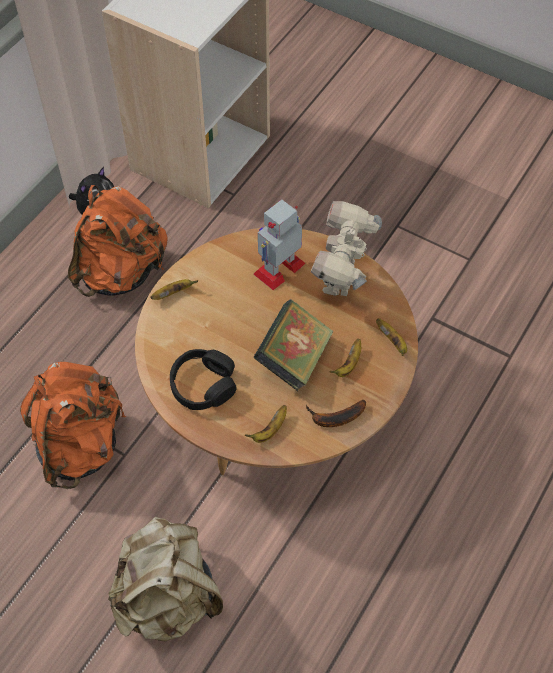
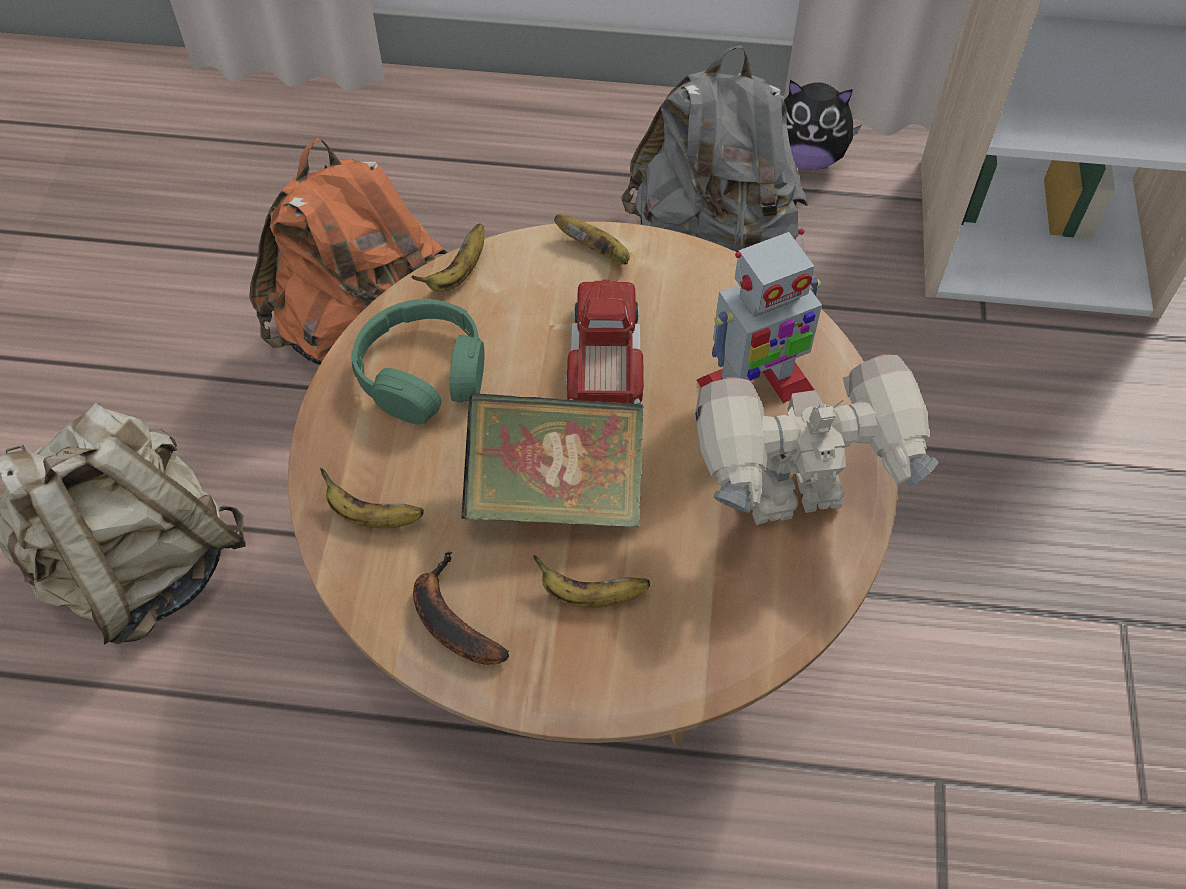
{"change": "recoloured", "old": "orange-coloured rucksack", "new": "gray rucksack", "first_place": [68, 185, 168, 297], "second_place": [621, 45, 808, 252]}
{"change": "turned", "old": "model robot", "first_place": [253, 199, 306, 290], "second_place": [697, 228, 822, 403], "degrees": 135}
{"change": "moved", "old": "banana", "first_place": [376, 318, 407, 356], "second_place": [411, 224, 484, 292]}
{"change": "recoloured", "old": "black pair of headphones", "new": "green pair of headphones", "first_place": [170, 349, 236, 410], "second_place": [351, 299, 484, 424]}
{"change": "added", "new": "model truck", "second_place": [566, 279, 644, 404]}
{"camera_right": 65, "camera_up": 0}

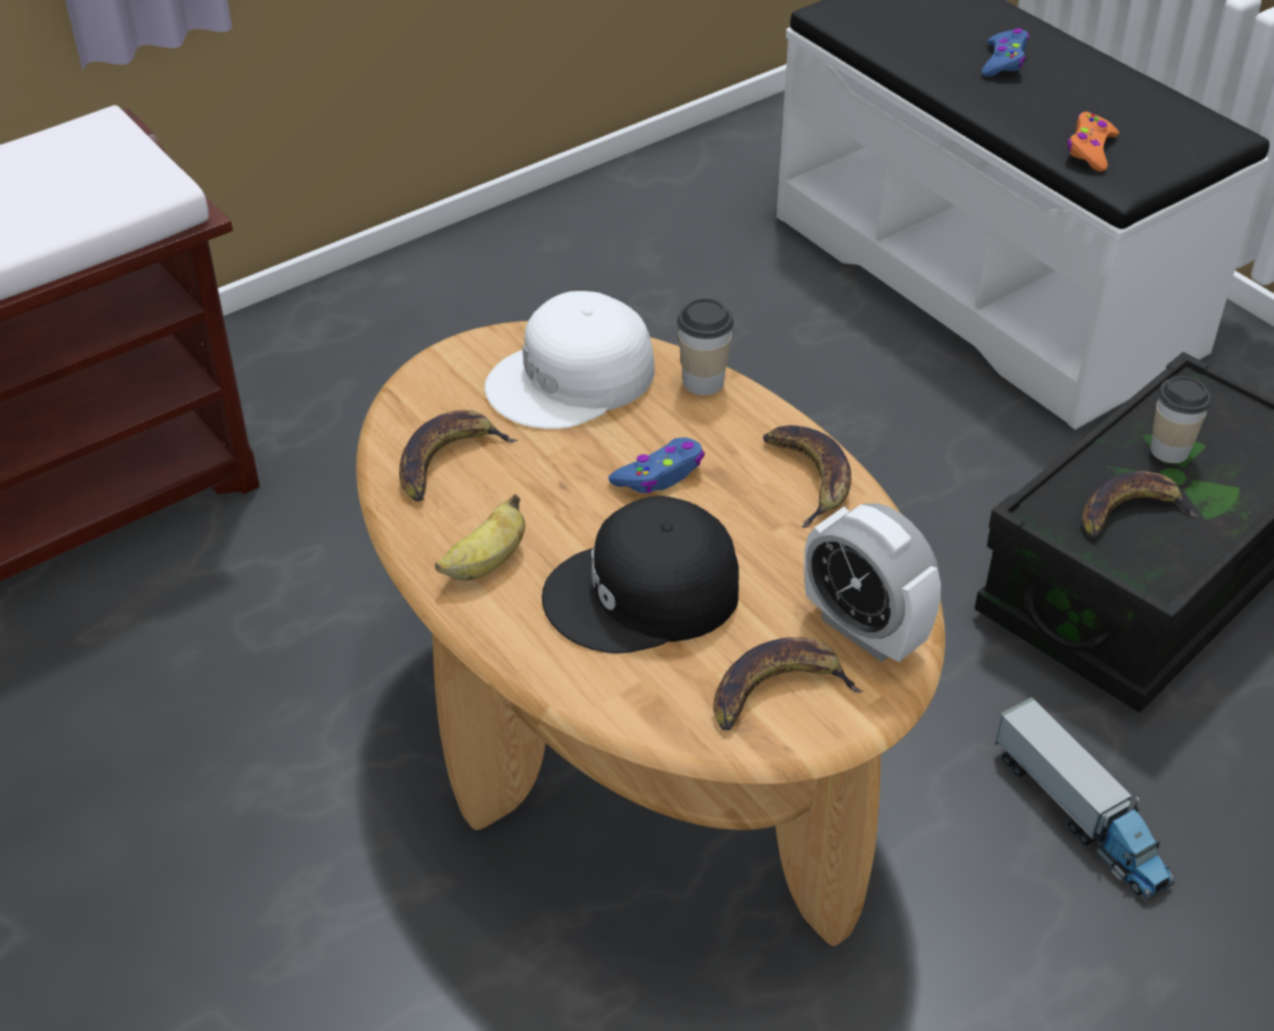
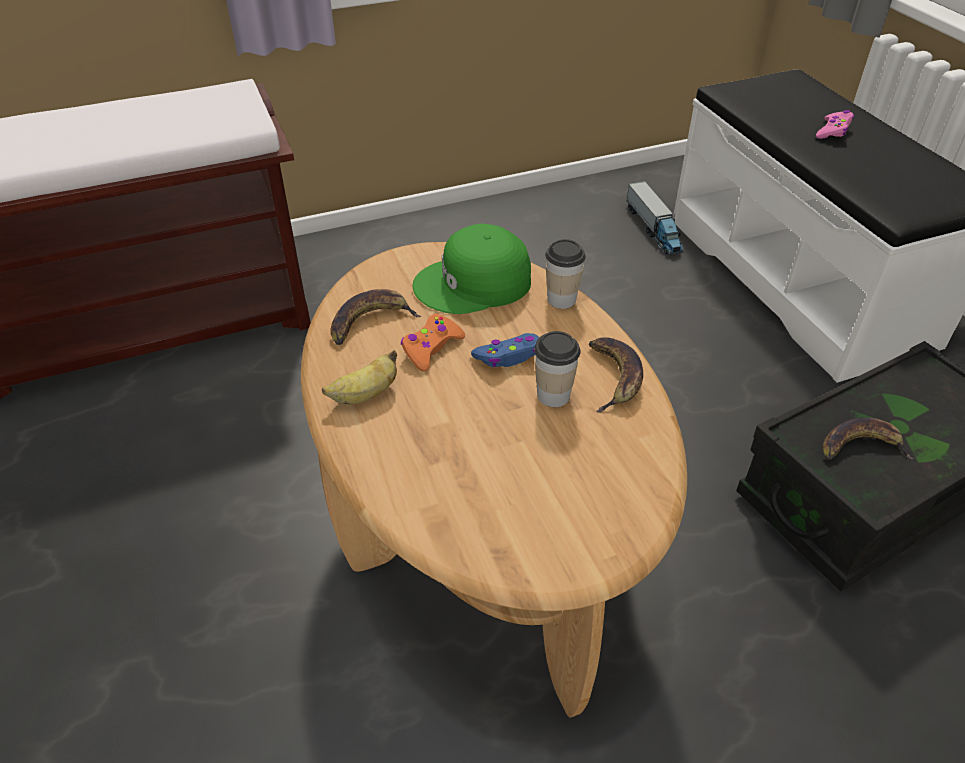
{"change": "recoloured", "old": "blue-coloured joypad", "new": "pink-coloured joypad", "first_place": [982, 28, 1029, 77], "second_place": [816, 110, 854, 139]}
{"change": "moved", "old": "orange-coloured joypad", "first_place": [1067, 112, 1119, 172], "second_place": [401, 314, 465, 372]}
{"change": "recoloured", "old": "white cap", "new": "green cap", "first_place": [485, 291, 654, 429], "second_place": [412, 224, 531, 314]}
{"change": "moved", "old": "drinking cup", "first_place": [1150, 376, 1211, 463], "second_place": [534, 331, 581, 407]}
{"change": "removed", "old": "black cap", "first_place": [542, 496, 739, 654]}
{"change": "removed", "old": "alarm clock", "first_place": [804, 503, 941, 662]}
{"change": "removed", "old": "banana", "first_place": [713, 637, 863, 731]}
{"change": "moved", "old": "model truck", "first_place": [995, 697, 1175, 901], "second_place": [627, 181, 684, 255]}
{"camera_right": 15, "camera_up": 0}

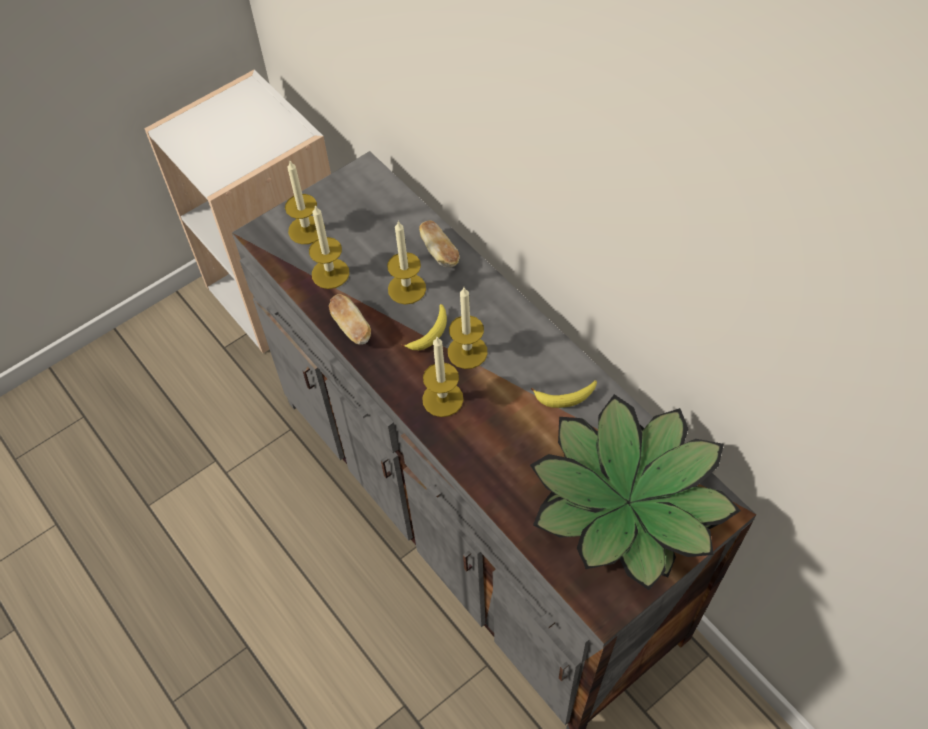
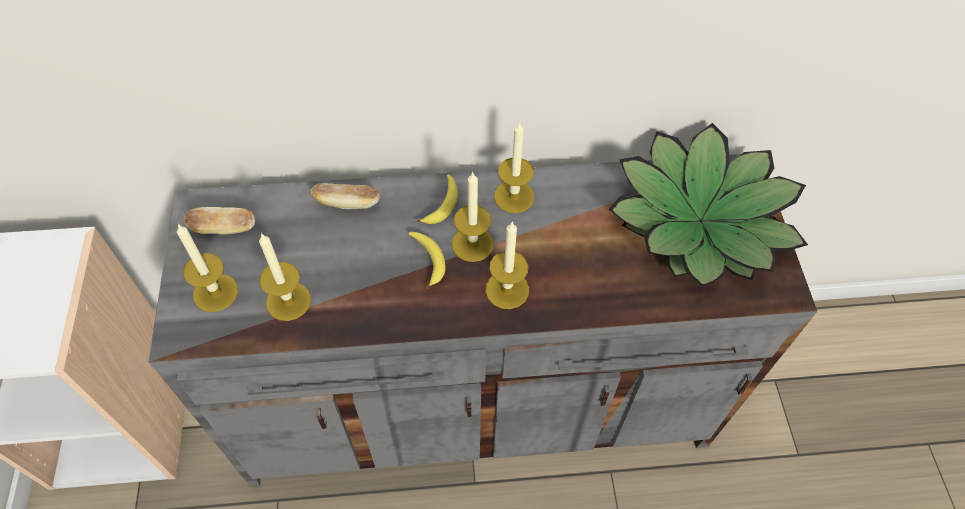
{"change": "moved", "old": "wax light", "first_place": [387, 220, 426, 304], "second_place": [494, 121, 534, 213]}
{"change": "moved", "old": "baked bread", "first_place": [329, 294, 371, 345], "second_place": [184, 207, 255, 235]}
{"change": "moved", "old": "banana", "first_place": [531, 380, 597, 408], "second_place": [417, 174, 458, 224]}
{"camera_right": -60, "camera_up": 0}

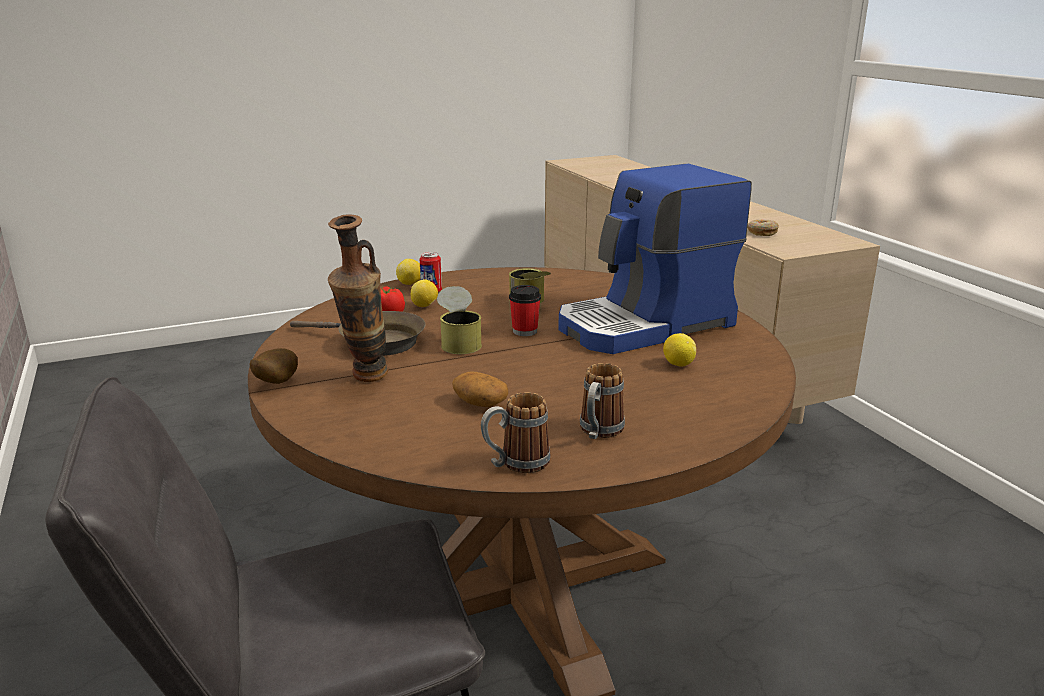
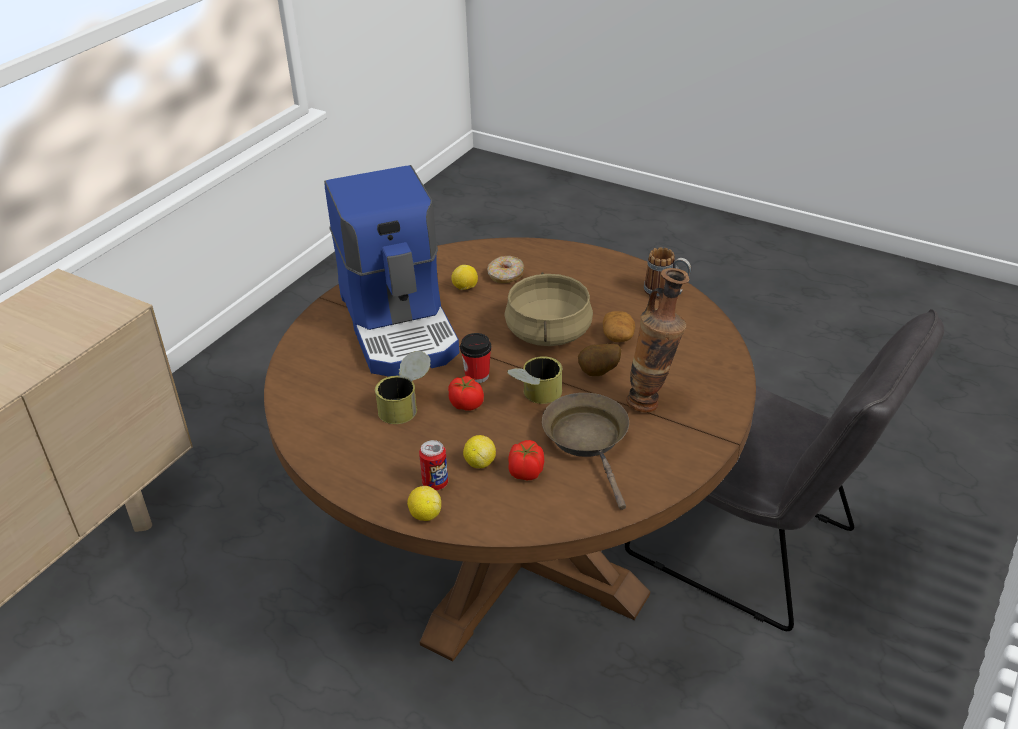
{"change": "turned", "old": "coffee machine", "first_place": [558, 164, 752, 354], "second_place": [324, 165, 459, 377], "degrees": 45}
{"change": "moved", "old": "doughnut", "first_place": [747, 219, 779, 236], "second_place": [487, 256, 524, 283]}
{"change": "moved", "old": "whole potato", "first_place": [250, 348, 298, 384], "second_place": [578, 343, 622, 376]}
{"change": "removed", "old": "tea mug", "first_place": [580, 363, 625, 439]}
{"change": "added", "new": "beige stockpot", "second_place": [504, 272, 593, 346]}
{"change": "added", "new": "whole tomato", "second_place": [448, 376, 484, 411]}
{"camera_right": -125, "camera_up": 15}

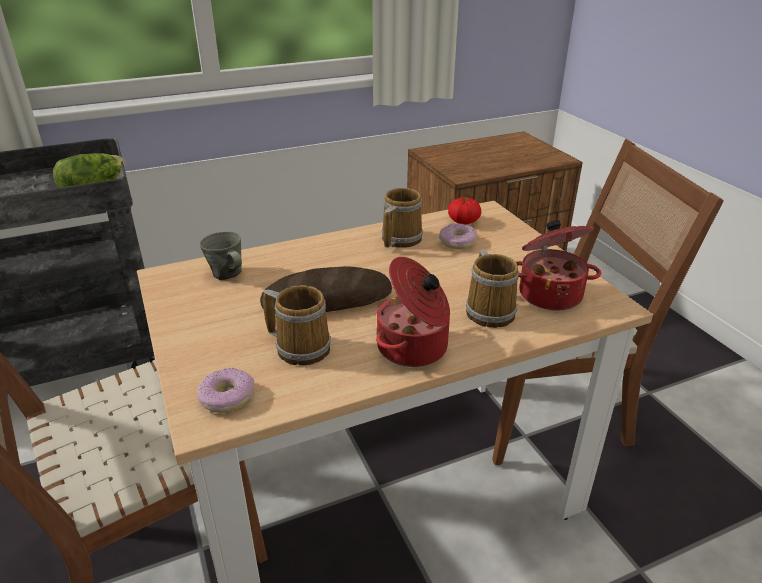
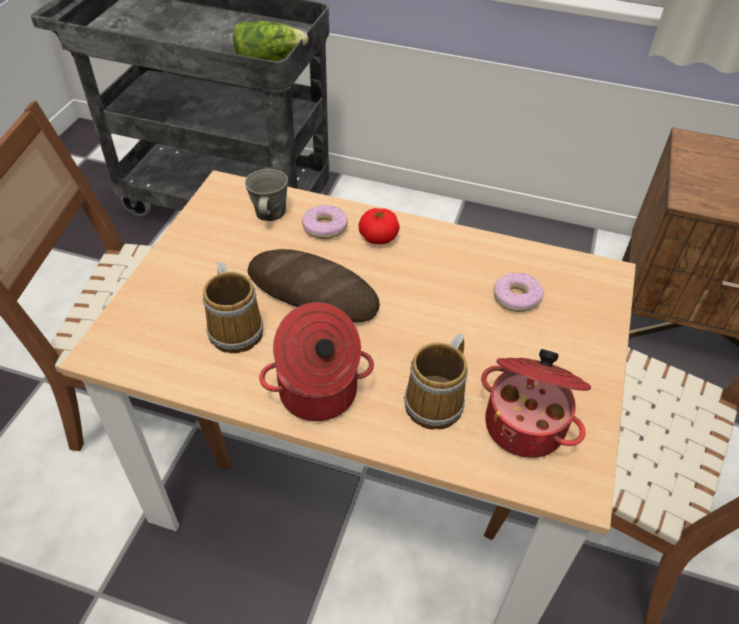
{"change": "removed", "old": "tea mug", "first_place": [381, 188, 423, 248]}
{"change": "moved", "old": "whole tomato", "first_place": [448, 197, 481, 224], "second_place": [359, 208, 400, 244]}
{"change": "moved", "old": "doughnut", "first_place": [197, 368, 254, 413], "second_place": [302, 205, 348, 239]}
{"camera_right": 40, "camera_up": 15}

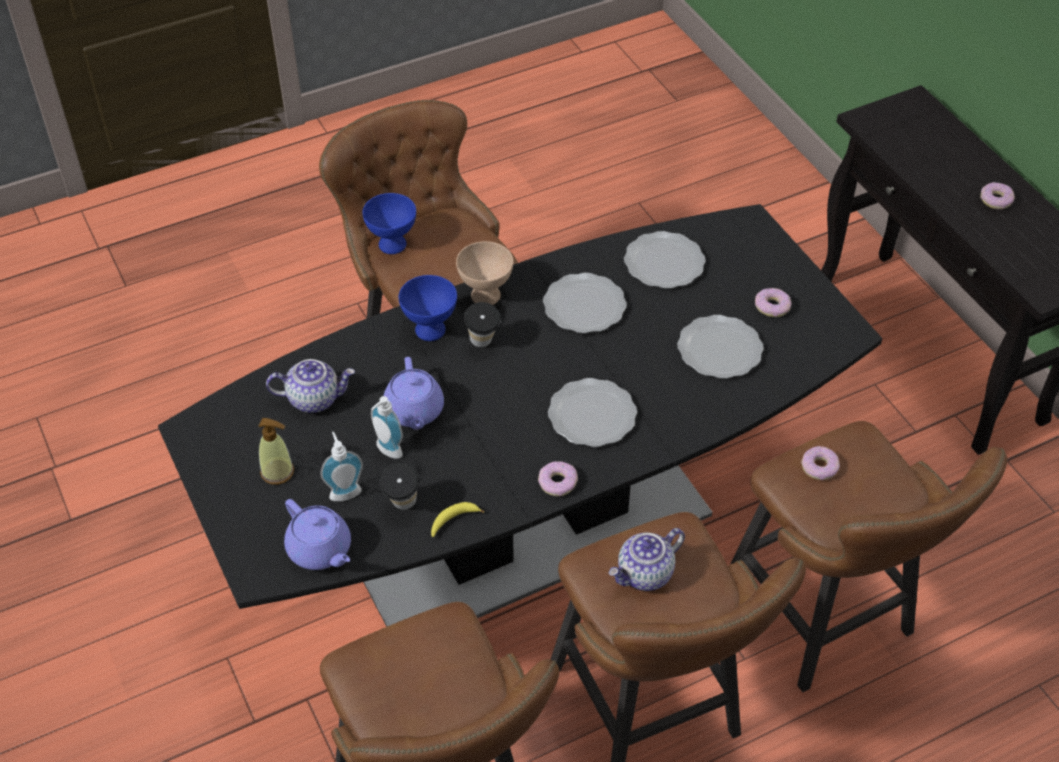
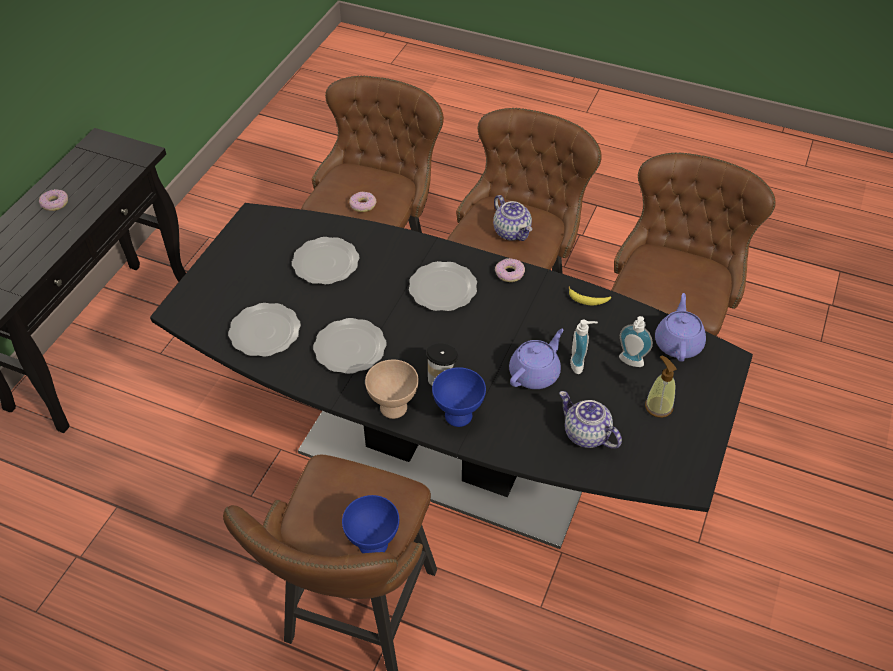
{"change": "removed", "old": "doughnut", "first_place": [755, 288, 791, 317]}
{"change": "removed", "old": "drinking cup", "first_place": [379, 463, 420, 510]}
{"change": "turned", "old": "tea pot", "first_place": [609, 528, 685, 591], "second_place": [493, 195, 532, 241], "degrees": 45}
{"camera_right": -130, "camera_up": 0}

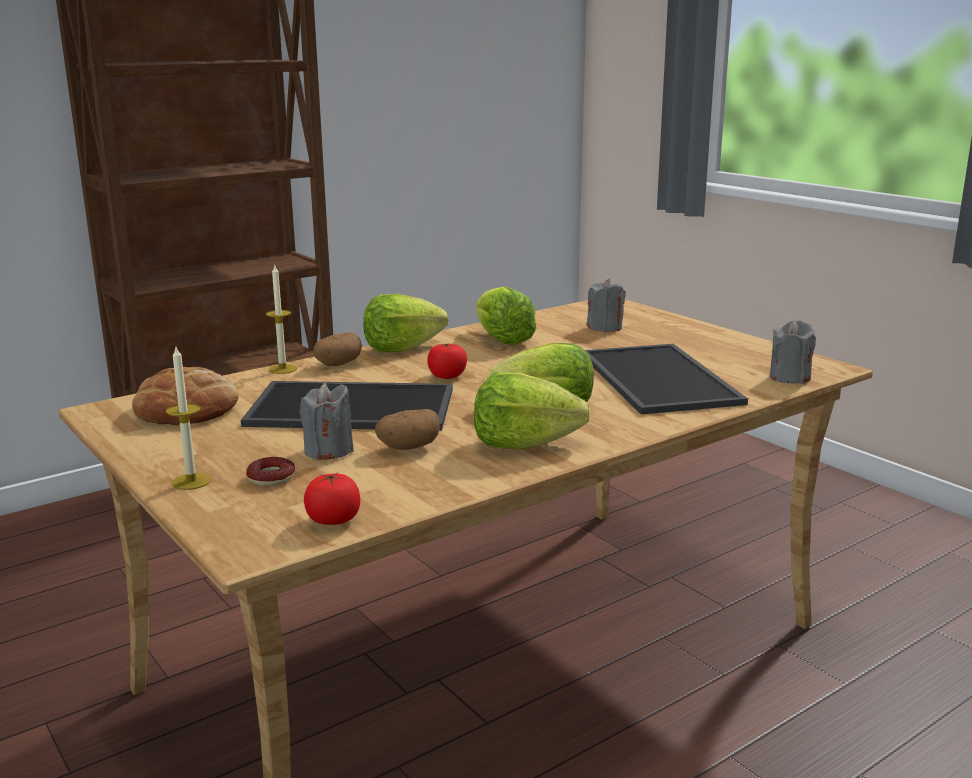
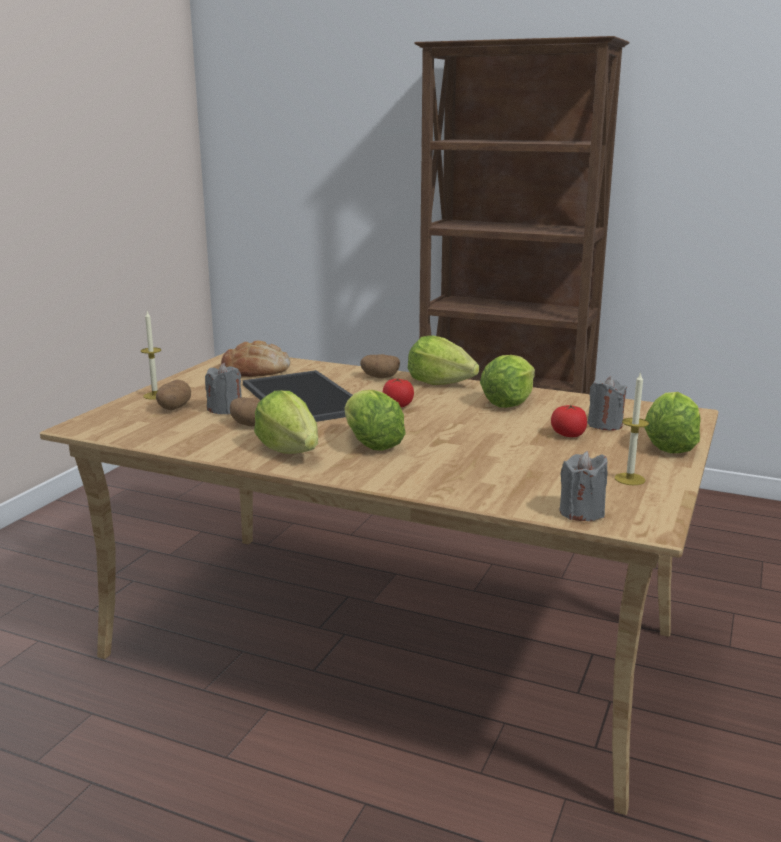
{"change": "moved", "old": "wax light", "first_place": [266, 265, 297, 374], "second_place": [615, 372, 649, 485]}
{"change": "removed", "old": "serving tray", "first_place": [585, 344, 748, 414]}
{"change": "replaced", "old": "doughnut", "new": "whole potato", "first_place": [246, 457, 295, 486], "second_place": [156, 380, 191, 411]}
{"change": "moved", "old": "whole tomato", "first_place": [304, 472, 360, 525], "second_place": [551, 405, 587, 437]}
{"change": "added", "new": "lettuce", "second_place": [644, 392, 701, 453]}
{"camera_right": 60, "camera_up": 0}

